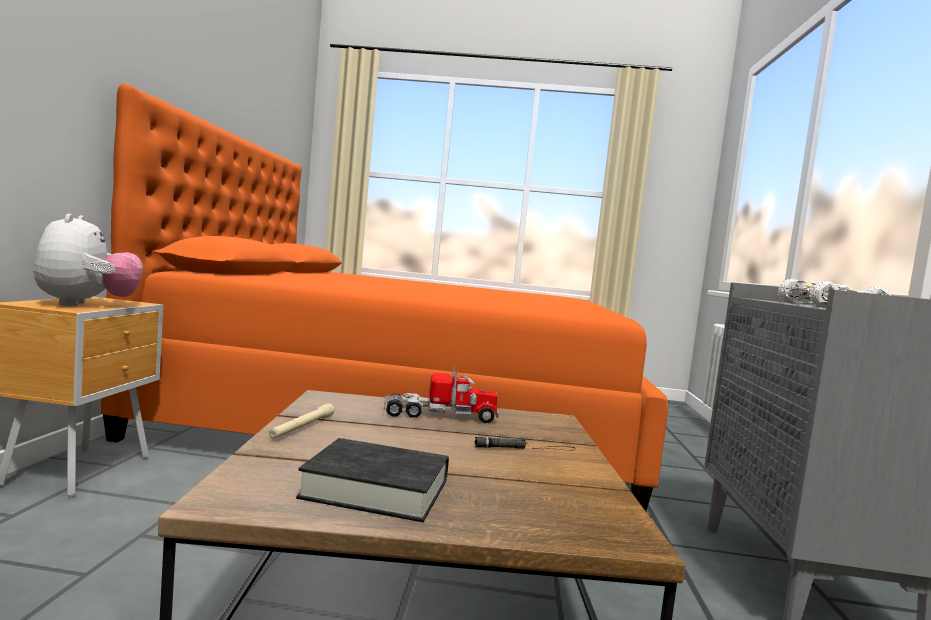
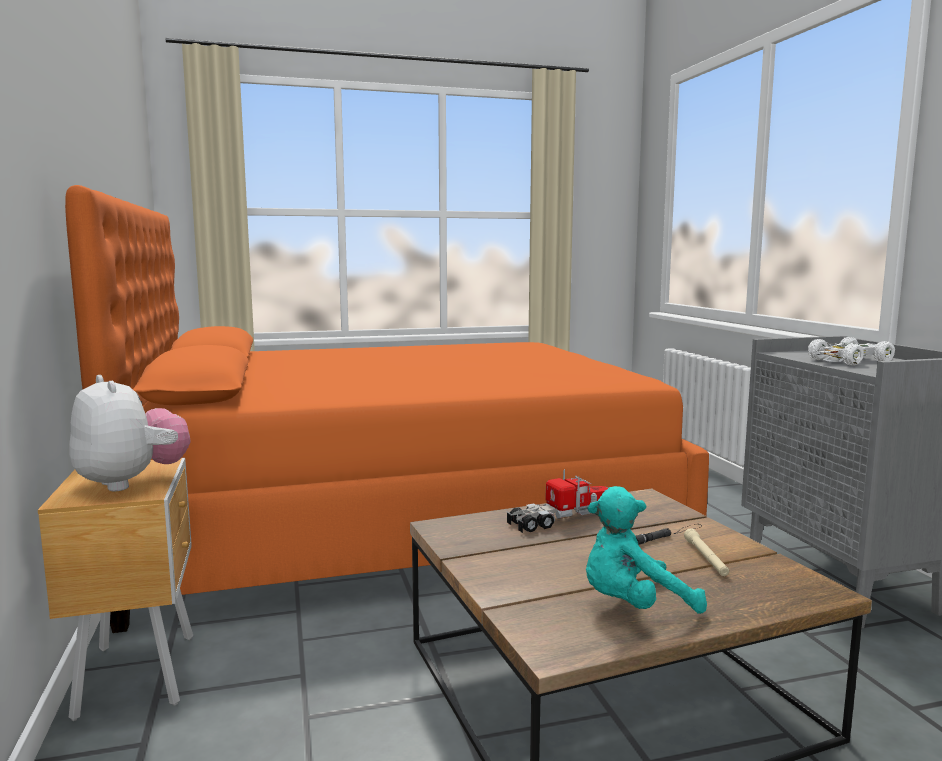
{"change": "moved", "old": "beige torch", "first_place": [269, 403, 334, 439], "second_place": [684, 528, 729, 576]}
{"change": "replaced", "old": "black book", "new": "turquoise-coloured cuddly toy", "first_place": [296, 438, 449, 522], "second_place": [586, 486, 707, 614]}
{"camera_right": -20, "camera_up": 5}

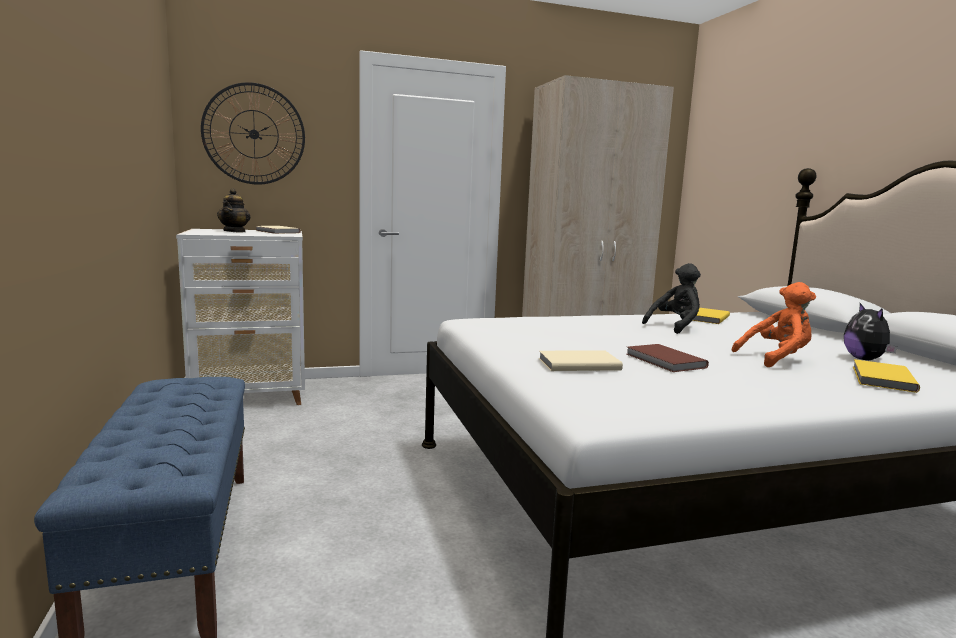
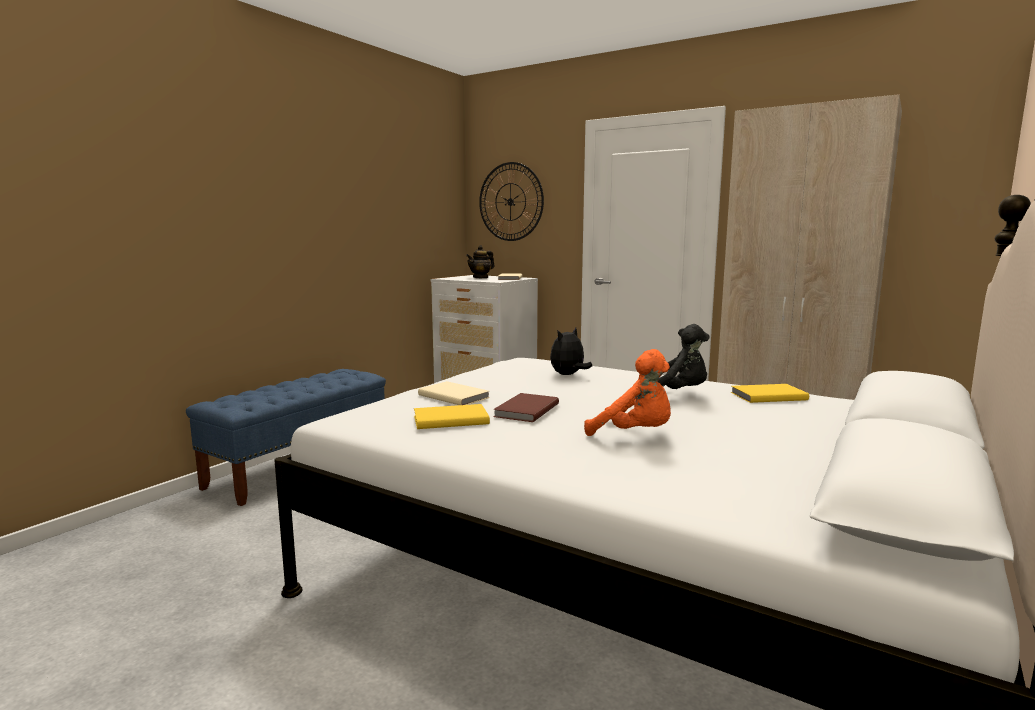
{"change": "moved", "old": "cuddly toy", "first_place": [844, 303, 897, 360], "second_place": [550, 327, 592, 375]}
{"change": "moved", "old": "yellowish book", "first_place": [853, 359, 920, 393], "second_place": [414, 404, 490, 429]}
{"camera_right": 50, "camera_up": 0}

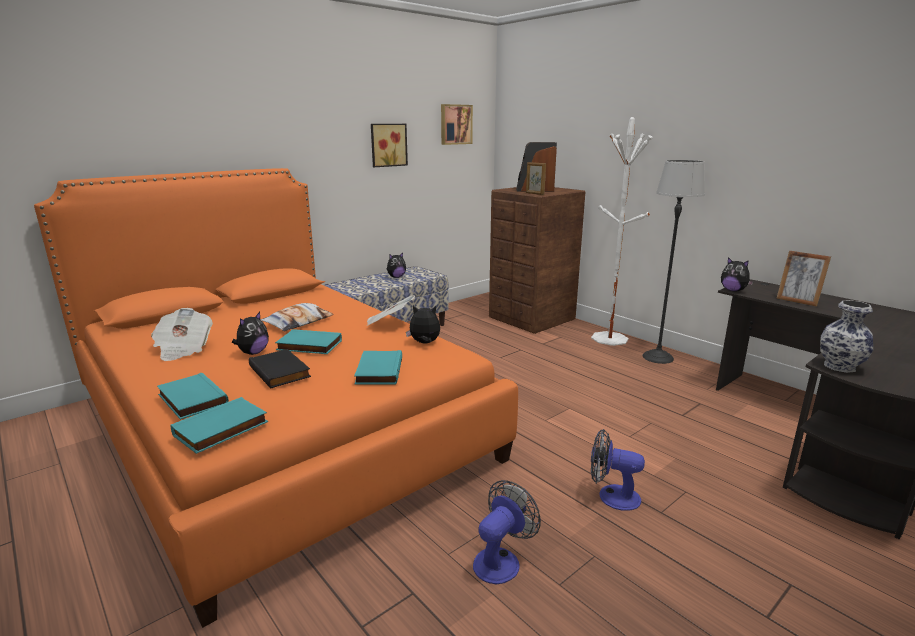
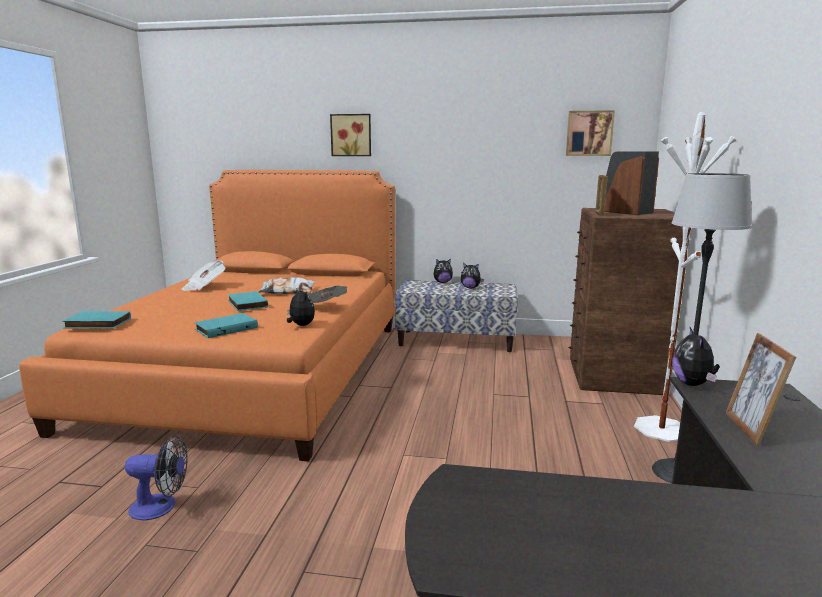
{"change": "moved", "old": "wall art", "first_place": [371, 124, 408, 167], "second_place": [330, 114, 371, 156]}
{"change": "removed", "old": "vase", "first_place": [820, 300, 873, 373]}
{"change": "moved", "old": "cuddly toy", "first_place": [232, 312, 269, 355], "second_place": [434, 259, 453, 283]}
{"change": "removed", "old": "black book", "first_place": [249, 349, 311, 388]}
{"change": "removed", "old": "turquoise-coloured book", "first_place": [157, 373, 229, 420]}
{"change": "removed", "old": "electric fan", "first_place": [591, 429, 645, 511]}
{"camera_right": 50, "camera_up": -5}

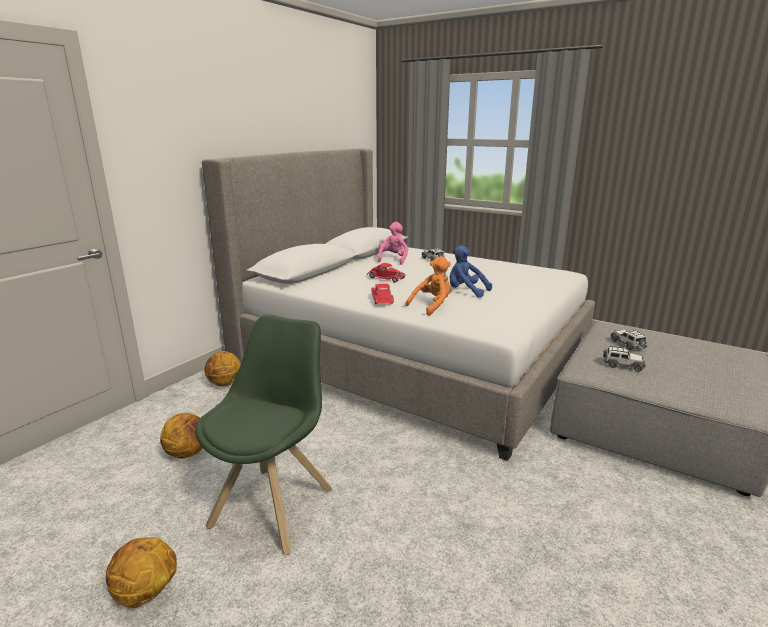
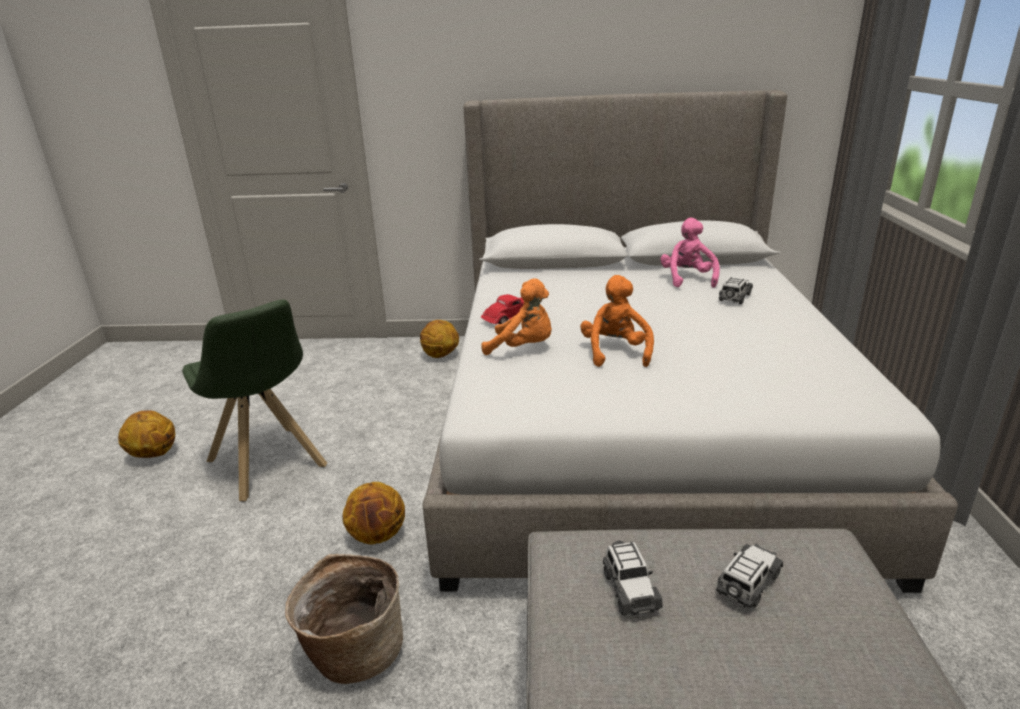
{"change": "turned", "old": "pink-coloured cuddly toy", "first_place": [377, 222, 408, 265], "second_place": [660, 218, 720, 288], "degrees": -75}
{"change": "recoloured", "old": "blue-coloured cuddly toy", "new": "orange-coloured cuddly toy", "first_place": [449, 246, 492, 298], "second_place": [580, 275, 654, 367]}
{"change": "removed", "old": "red model car", "first_place": [367, 263, 406, 282]}
{"change": "turned", "old": "green chair", "first_place": [195, 314, 333, 556], "second_place": [182, 299, 327, 502], "degrees": 60}
{"change": "moved", "old": "basketball ball", "first_place": [160, 413, 203, 459], "second_place": [342, 482, 405, 544]}
{"change": "added", "new": "household basket", "second_place": [285, 554, 403, 684]}
{"camera_right": 60, "camera_up": 5}

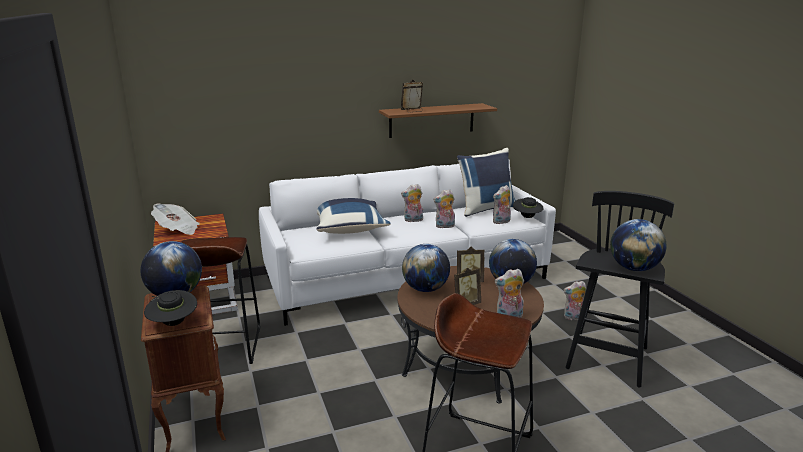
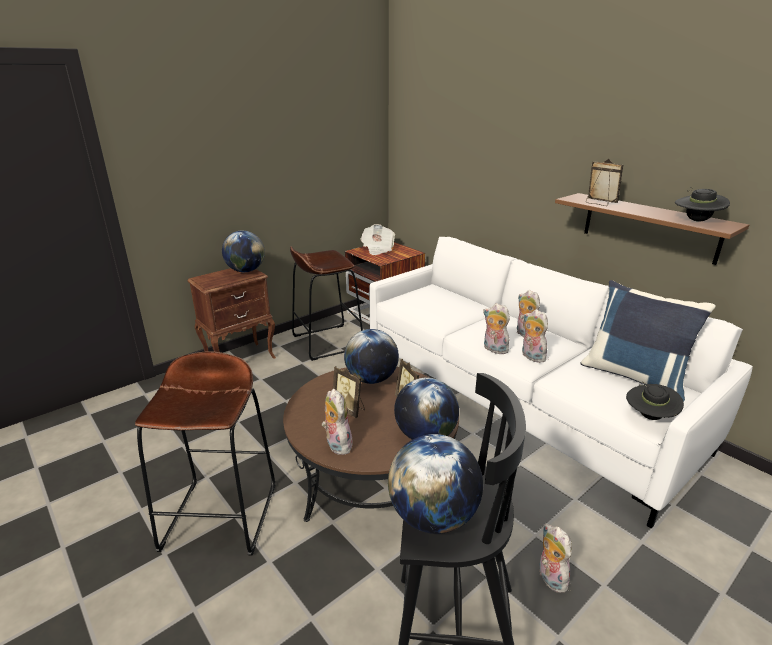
{"change": "moved", "old": "cuddly toy", "first_place": [493, 185, 511, 224], "second_place": [483, 303, 510, 354]}
{"change": "removed", "old": "blue-coloured throw pillow", "first_place": [316, 198, 391, 234]}
{"change": "moved", "old": "black wearable hat", "first_place": [144, 290, 197, 326], "second_place": [675, 187, 730, 222]}
{"camera_right": 70, "camera_up": 5}

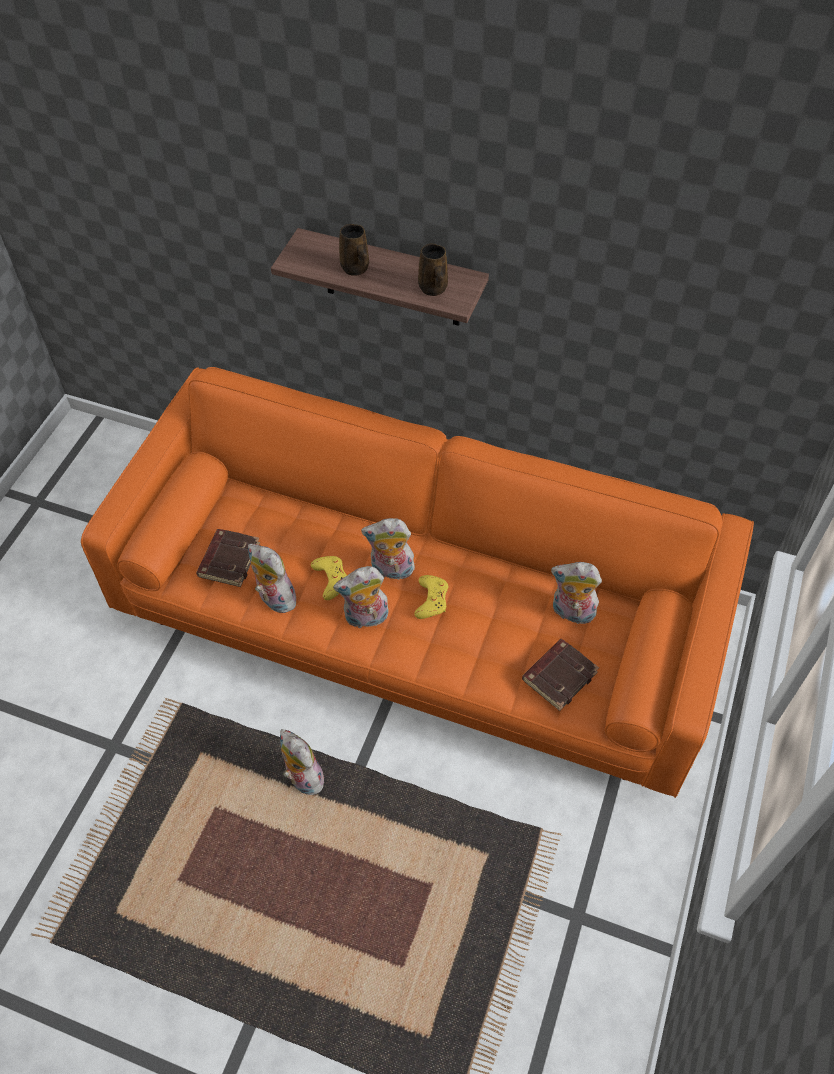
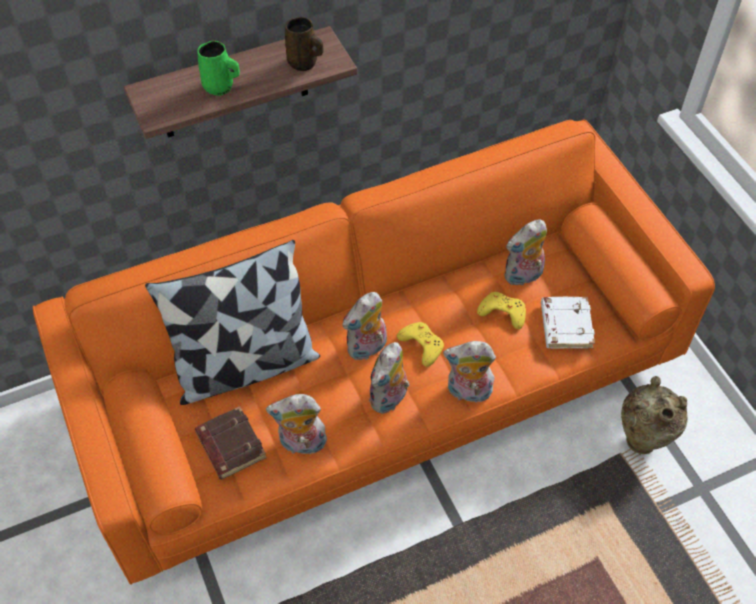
{"change": "recoloured", "old": "brownish tea mug", "new": "green tea mug", "first_place": [339, 224, 369, 276], "second_place": [197, 40, 240, 96]}
{"change": "moved", "old": "yellowish joypad", "first_place": [311, 556, 347, 600], "second_place": [477, 292, 526, 329]}
{"change": "recoloured", "old": "brownish book", "new": "white book", "first_place": [522, 639, 599, 711], "second_place": [541, 296, 595, 349]}
{"change": "moved", "old": "cuddly toy", "first_place": [280, 729, 324, 795], "second_place": [443, 341, 496, 406]}
{"change": "added", "new": "throw pillow", "second_place": [145, 240, 320, 405]}
{"change": "added", "new": "beige vase", "second_place": [621, 376, 688, 454]}
{"camera_right": -45, "camera_up": 0}

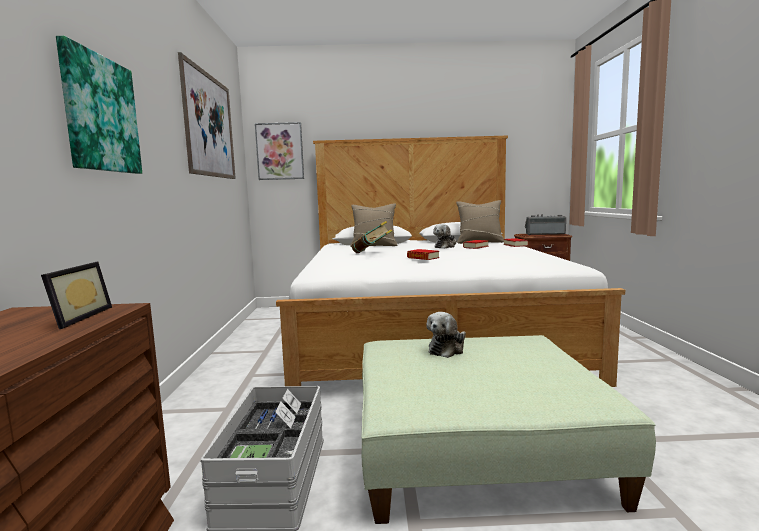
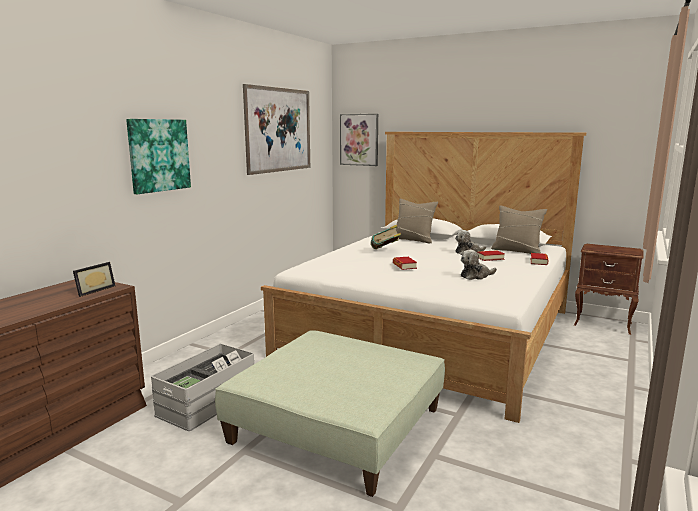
{"change": "removed", "old": "radio set", "first_place": [525, 214, 566, 235]}
{"change": "moved", "old": "cuddly toy", "first_place": [426, 312, 466, 358], "second_place": [461, 250, 497, 280]}
{"camera_right": 30, "camera_up": 5}

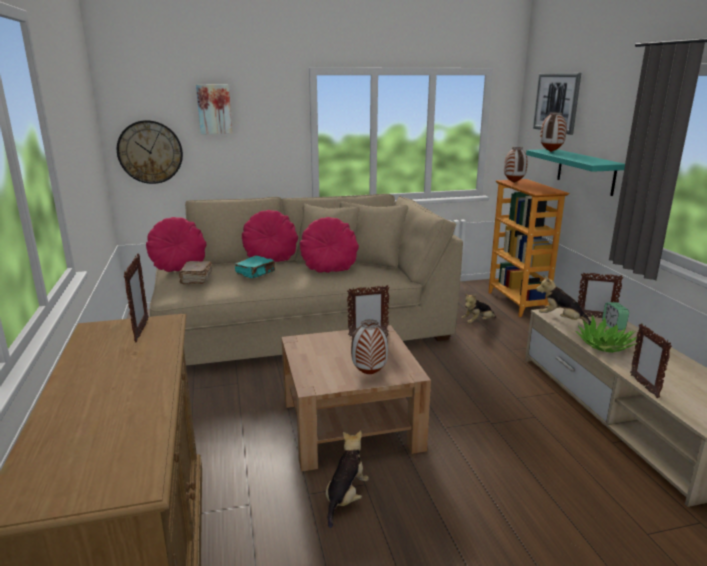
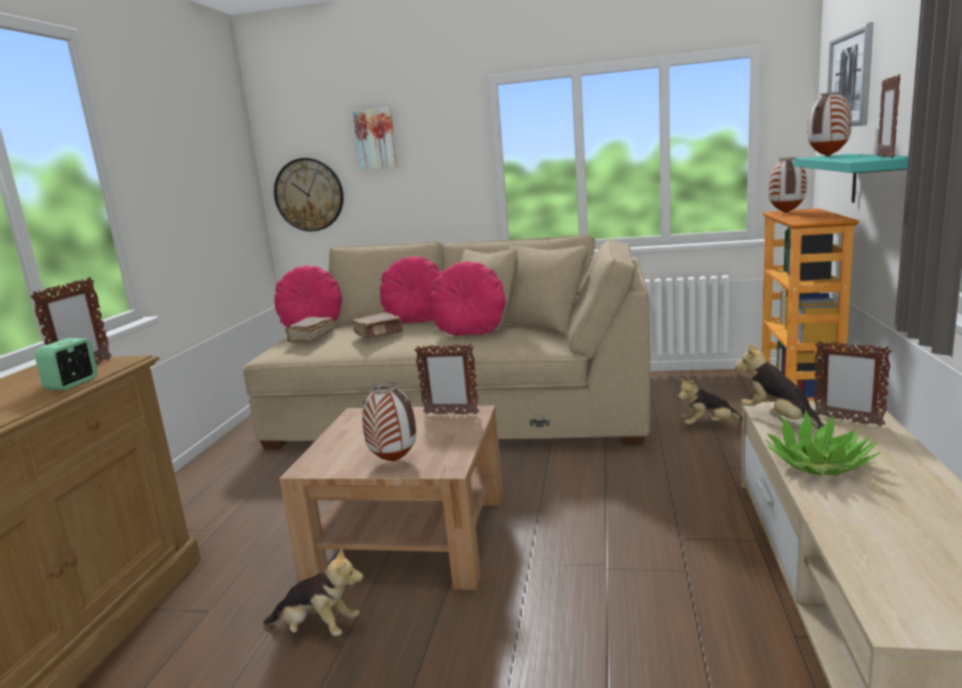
{"change": "recoloured", "old": "turquoise-coloured book", "new": "brownish book", "first_place": [235, 256, 275, 278], "second_place": [352, 312, 403, 338]}
{"change": "moved", "old": "alarm clock", "first_place": [602, 302, 629, 330], "second_place": [35, 338, 98, 390]}
{"change": "moved", "old": "photo frame", "first_place": [630, 323, 672, 398], "second_place": [877, 75, 901, 158]}
{"change": "turned", "old": "cuddly toy", "first_place": [326, 431, 369, 528], "second_place": [263, 547, 364, 636], "degrees": 60}
{"camera_right": 25, "camera_up": -5}

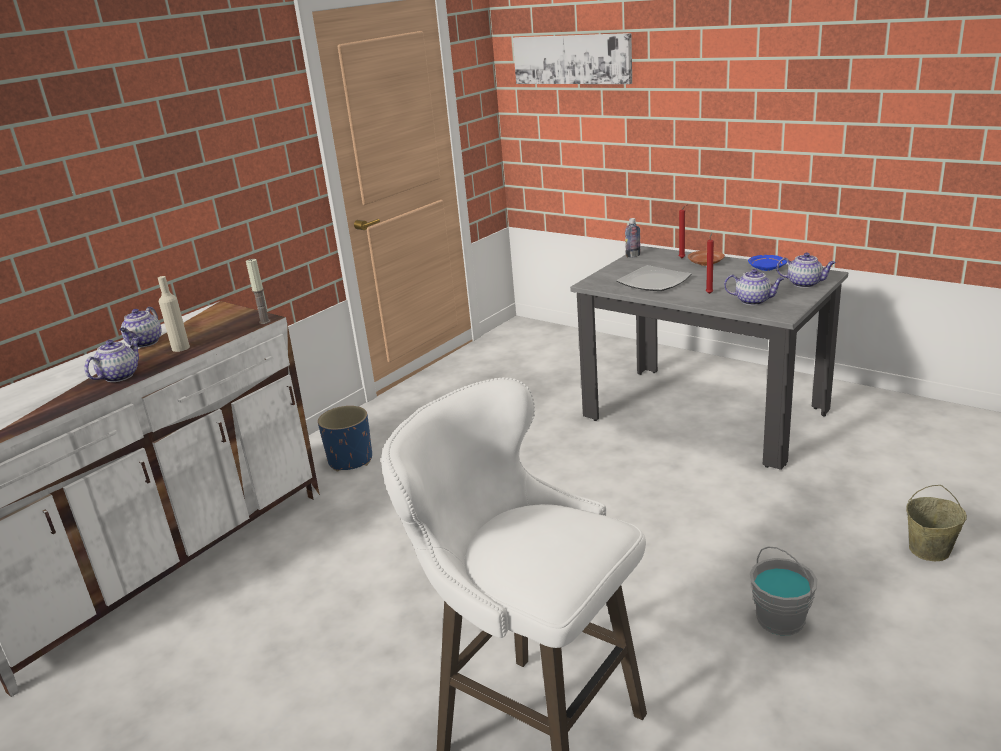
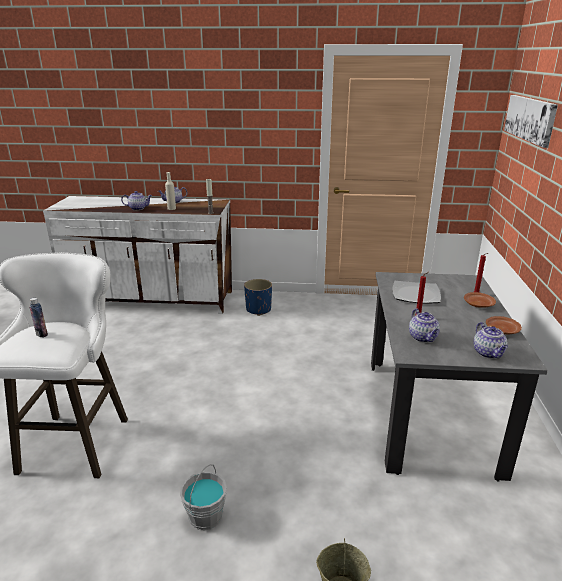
{"change": "moved", "old": "bottle", "first_place": [625, 218, 641, 258], "second_place": [29, 298, 48, 337]}
{"change": "recoloured", "old": "blue-coloured plate", "new": "brownish plate", "first_place": [748, 255, 787, 271], "second_place": [486, 316, 522, 334]}
{"camera_right": 55, "camera_up": 0}

